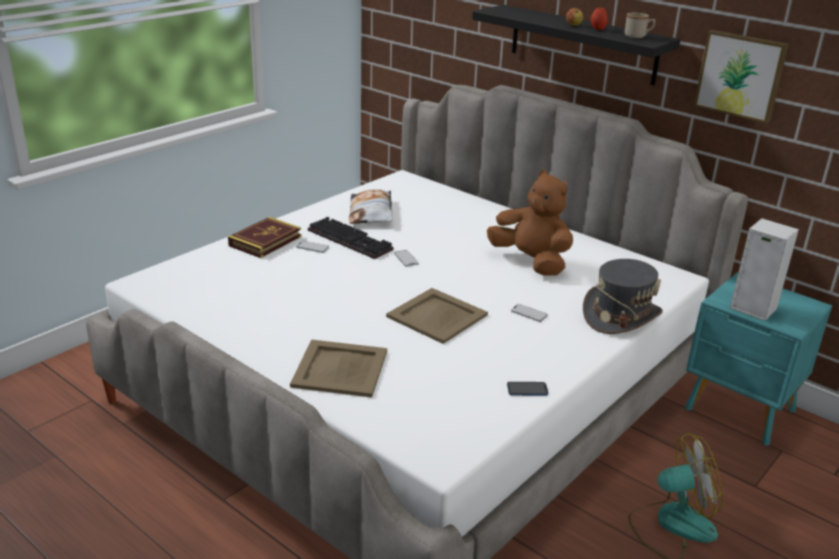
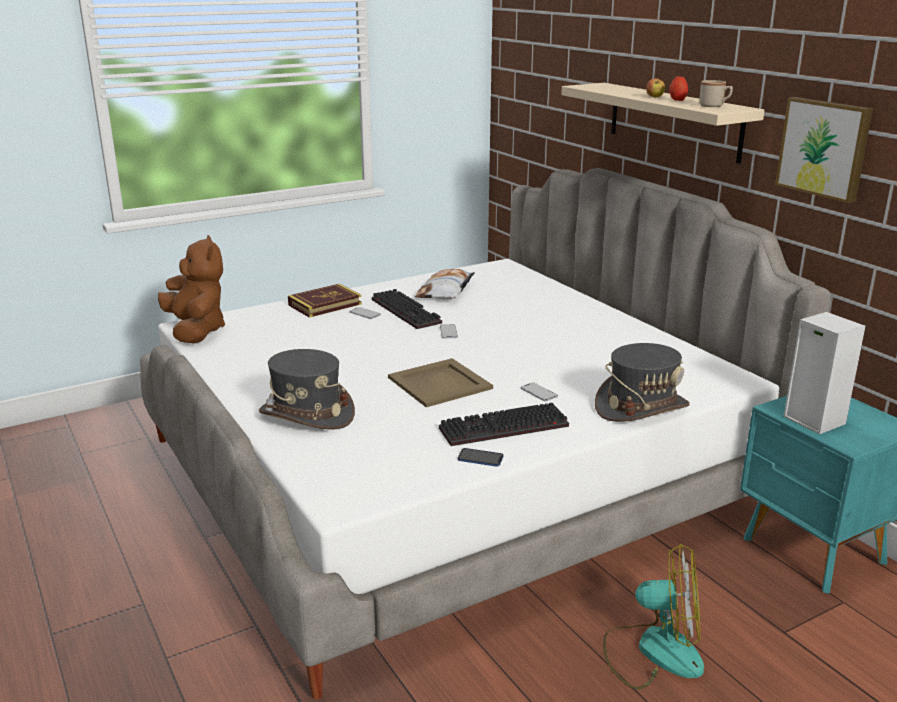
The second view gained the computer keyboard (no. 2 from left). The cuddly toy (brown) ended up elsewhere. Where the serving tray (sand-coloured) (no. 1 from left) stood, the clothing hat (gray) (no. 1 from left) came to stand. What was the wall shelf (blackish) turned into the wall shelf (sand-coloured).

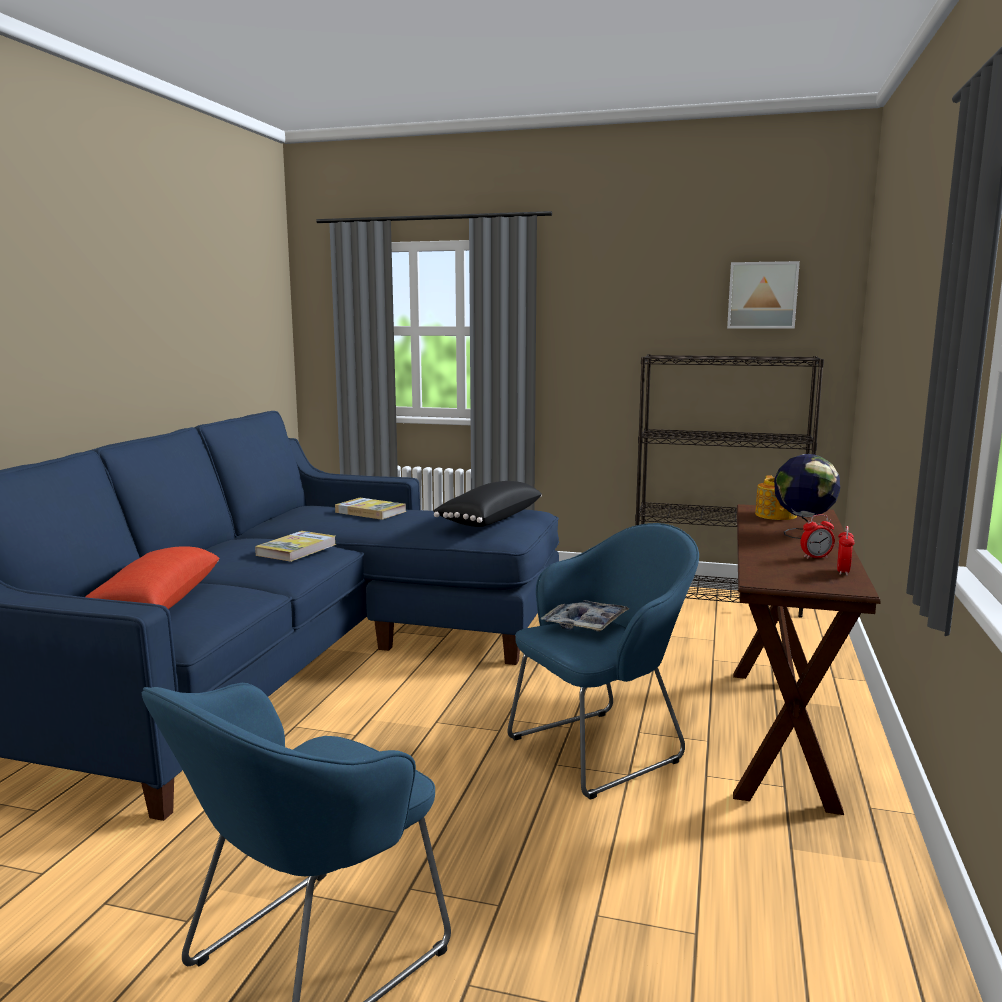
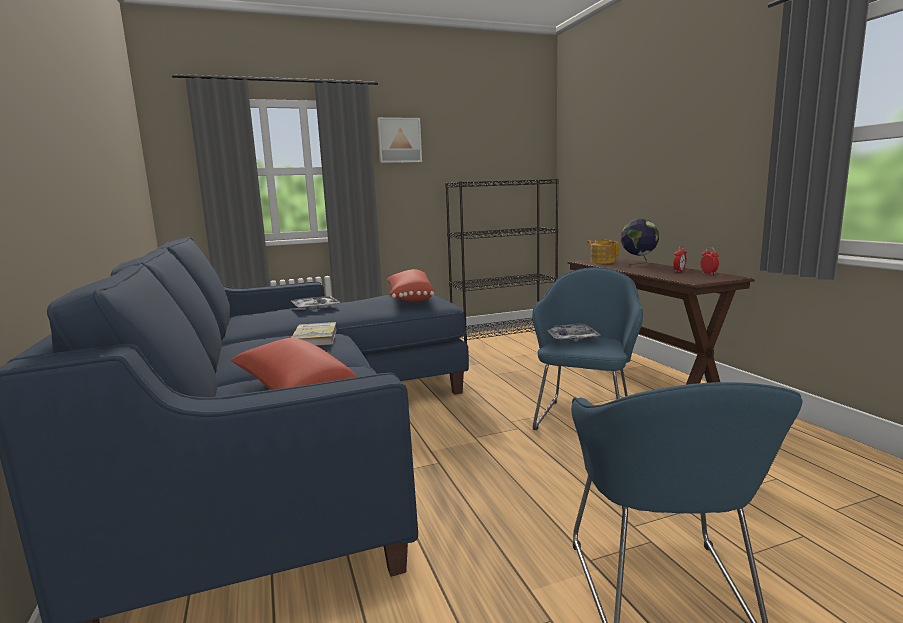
The wall picture ended up elsewhere. Where the book (no. 2 from left) stood, the serving tray (no. 1 from left) came to stand. What was the cushion (blackish) turned into the cushion (red) (no. 2 from left).

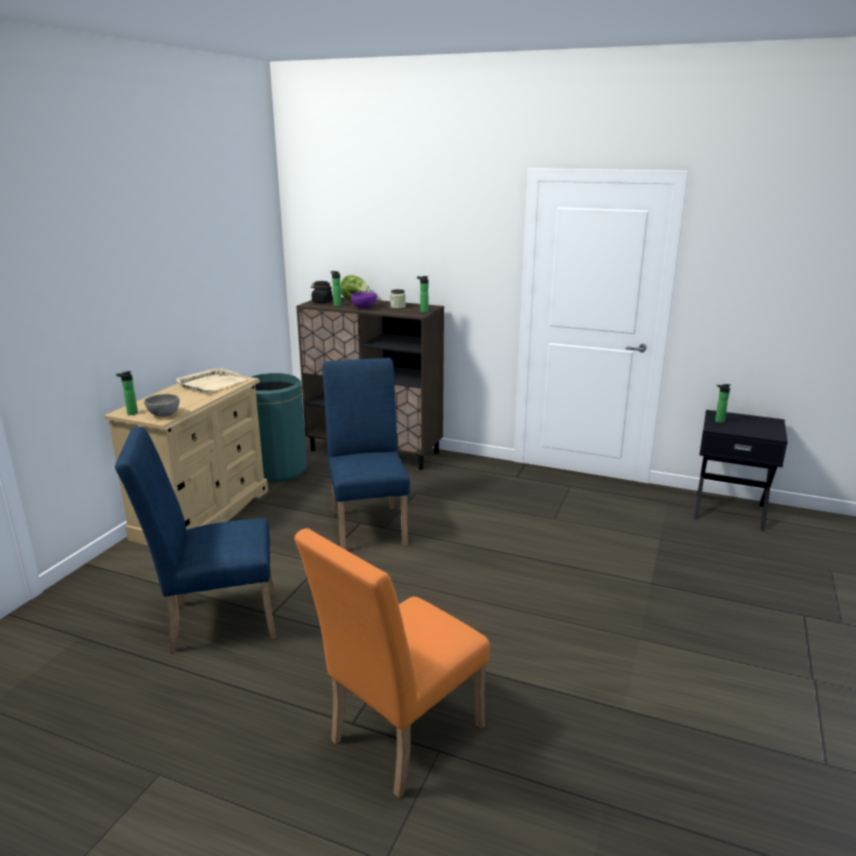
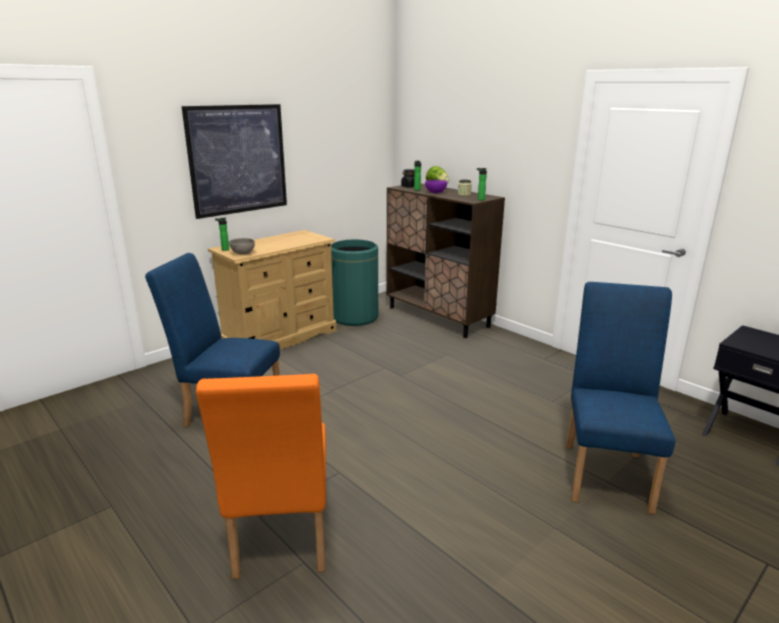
The second view lost the serving tray (sand-coloured). The second view lost the bottle (no. 4 from left). The second view gained the wall picture. The upright chair (bluish) (no. 2 from left) ended up elsewhere. The upright chair (orange-coloured) ended up facing another way, 75 degrees counterclockwise from before.

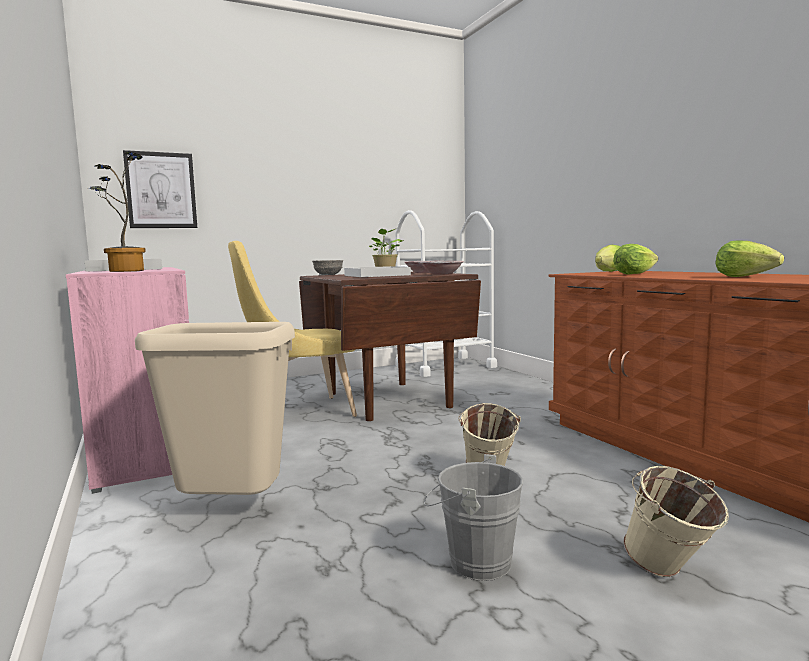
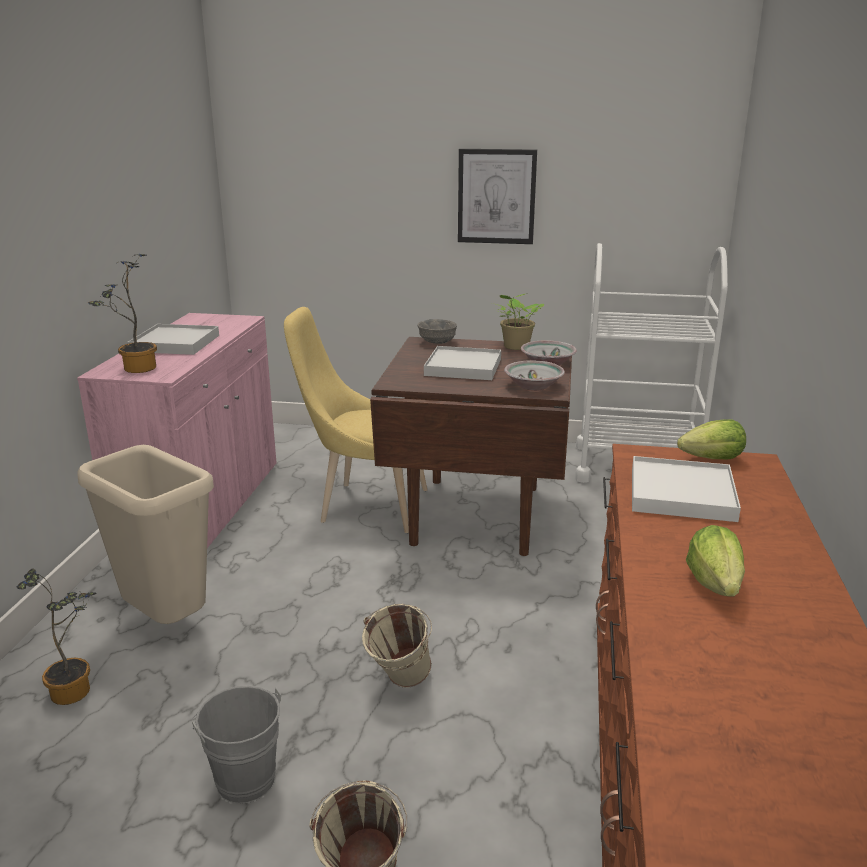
The second view gained the plant in a pot (no. 1 from left). The wall picture ended up elsewhere. Where the lettuce head (no. 2 from left) stood, the serving tray (white) (no. 3 from left) came to stand.

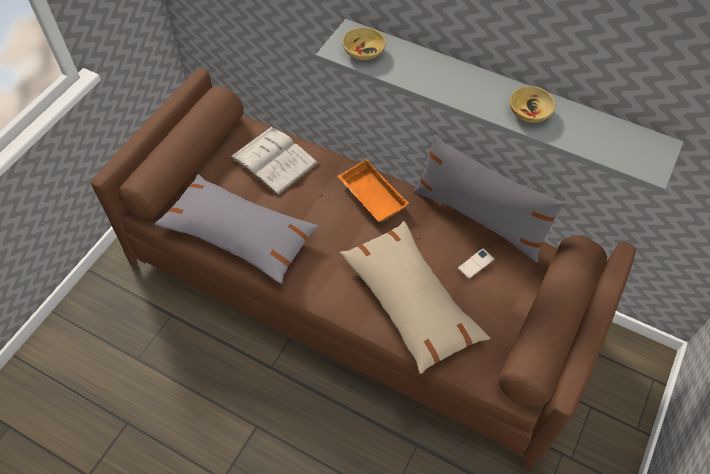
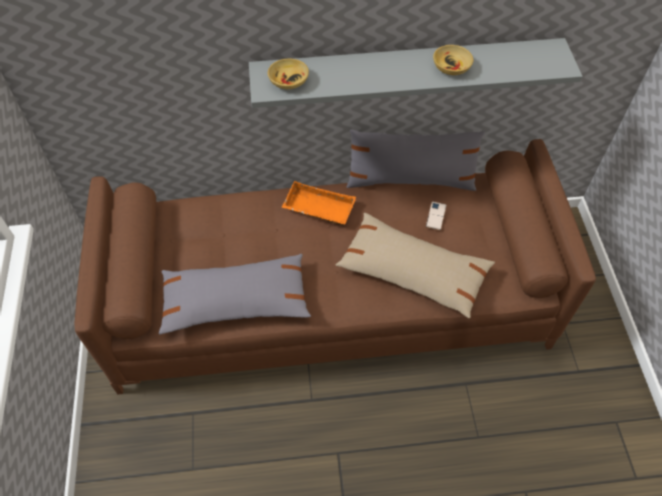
The second view lost the book (white).

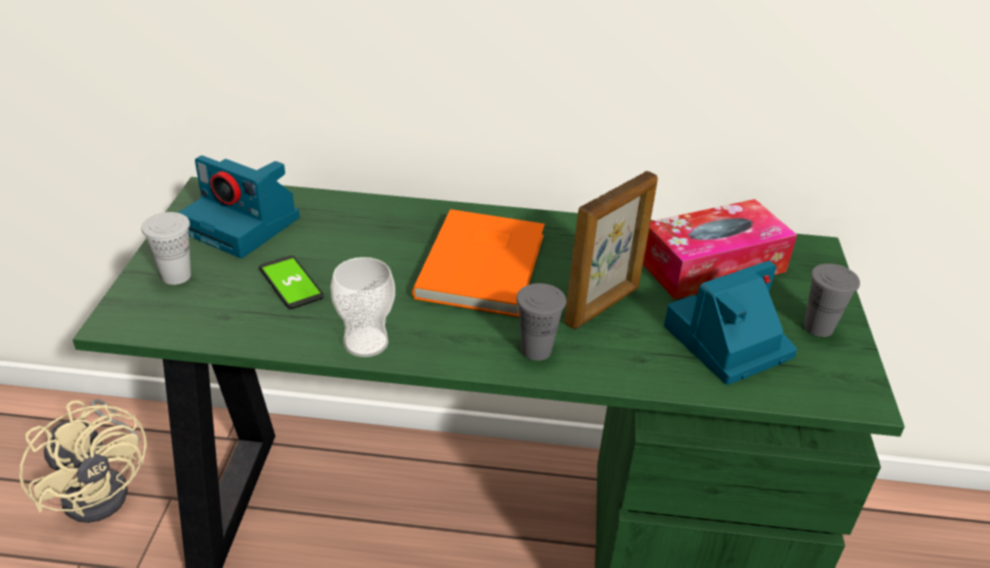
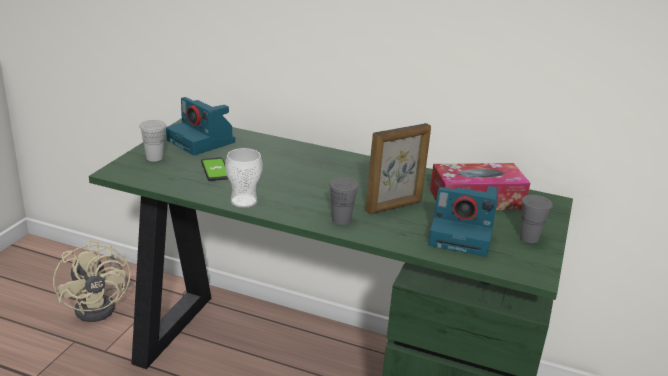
The second view lost the book (orange-coloured). The photo camera (no. 2 from left) ended up facing another way, 150 degrees counterclockwise from before.

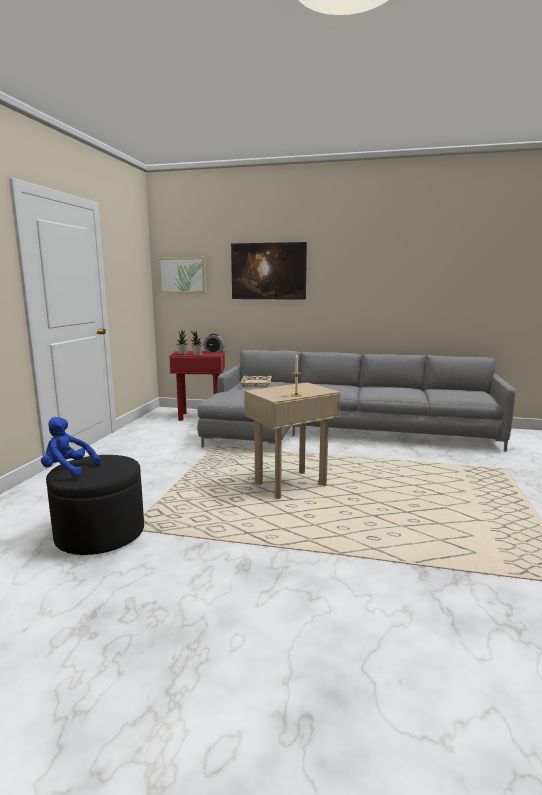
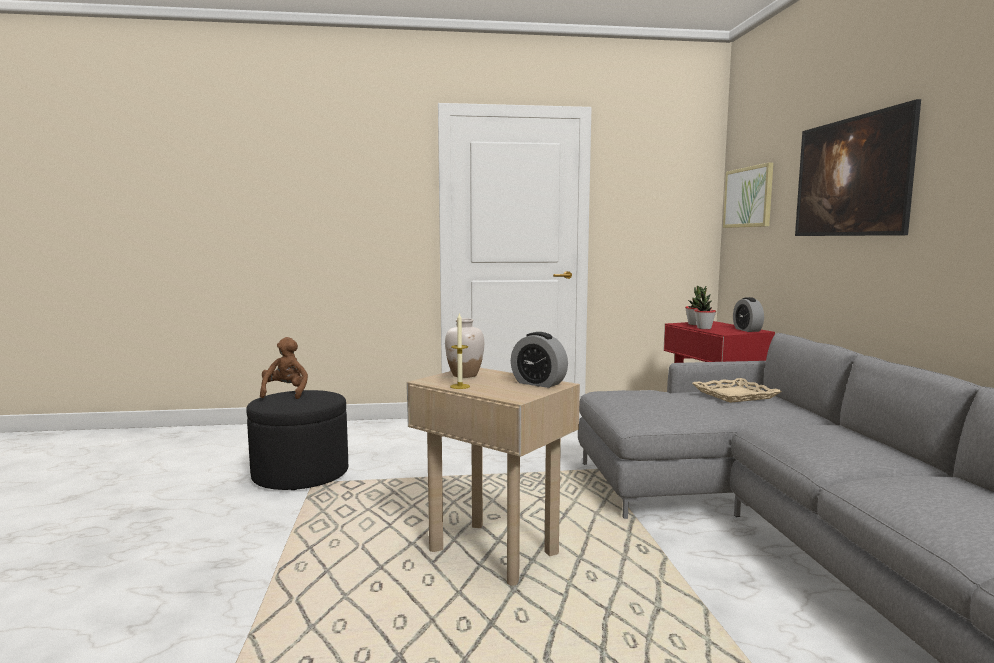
The second view gained the decorative vase (white). The second view gained the alarm clock (no. 1 from left). What was the cuddly toy (bluish) turned into the cuddly toy (brown).

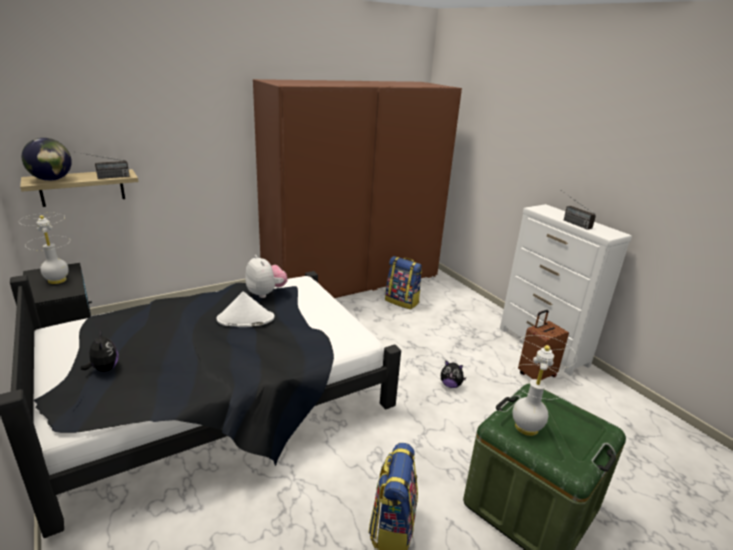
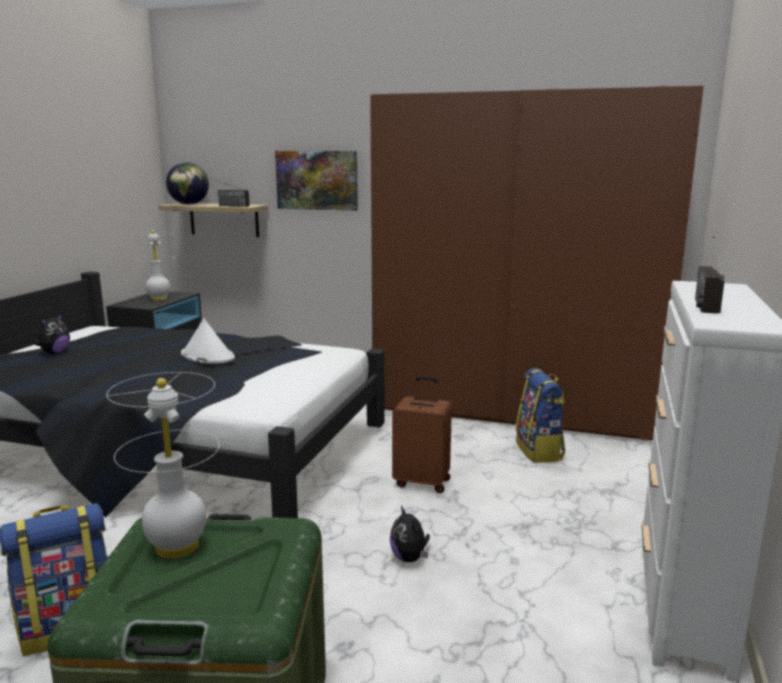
The second view lost the cuddly toy (no. 2 from left). The second view gained the wall picture. The suitcase (brown) ended up elsewhere.

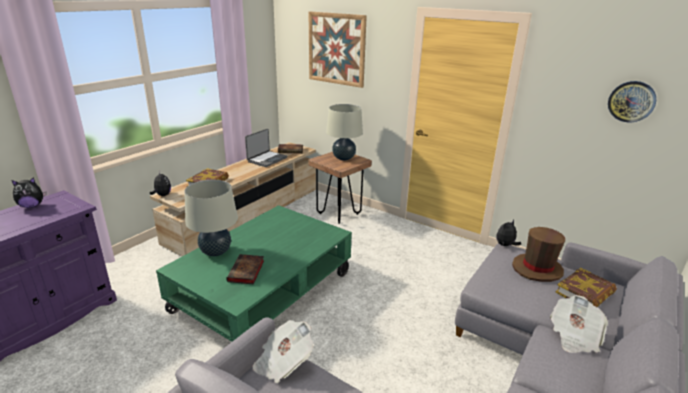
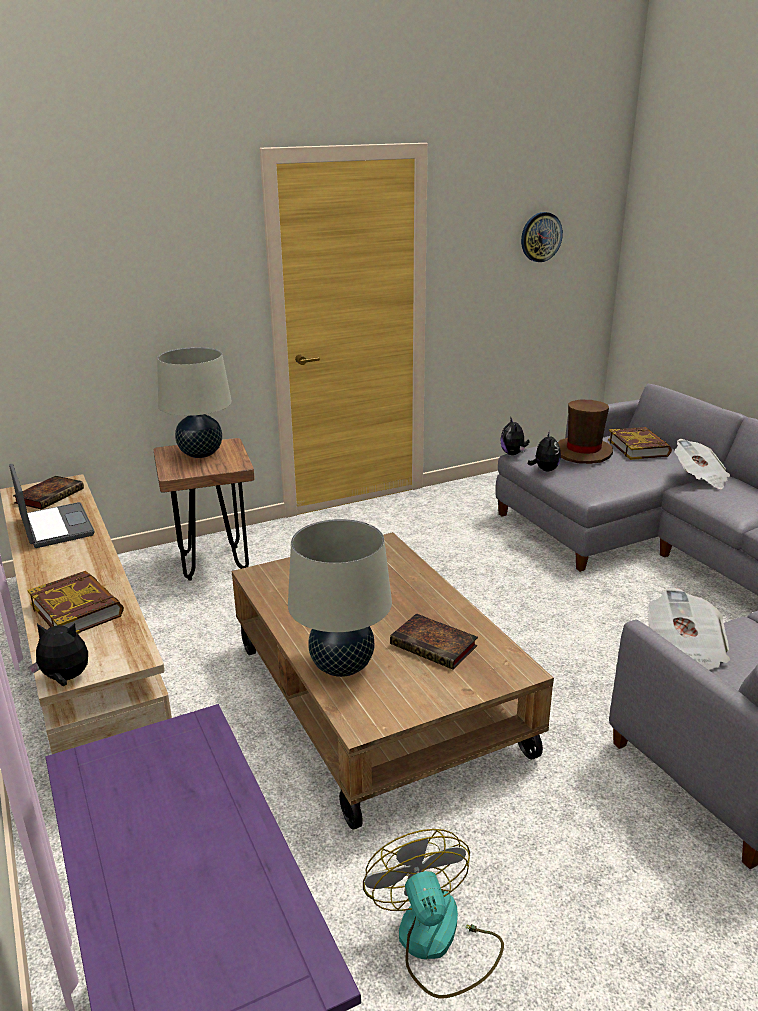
The second view lost the wall picture. The second view gained the cooling fan. The cuddly toy (no. 1 from left in the first image) ended up elsewhere. What was the lounge table (green-coloured) turned into the lounge table (brown).

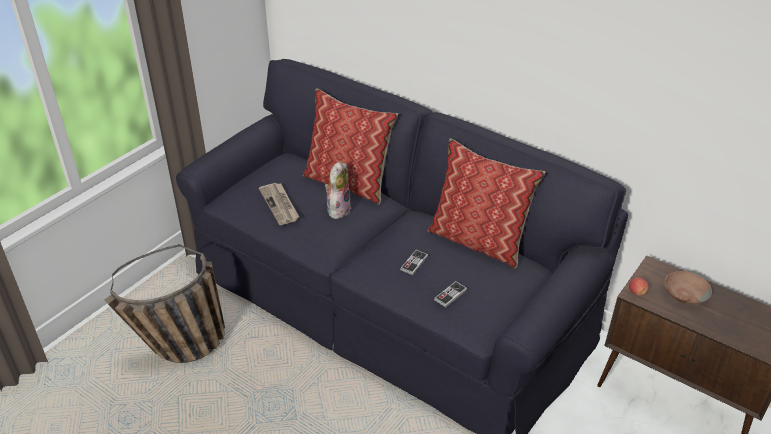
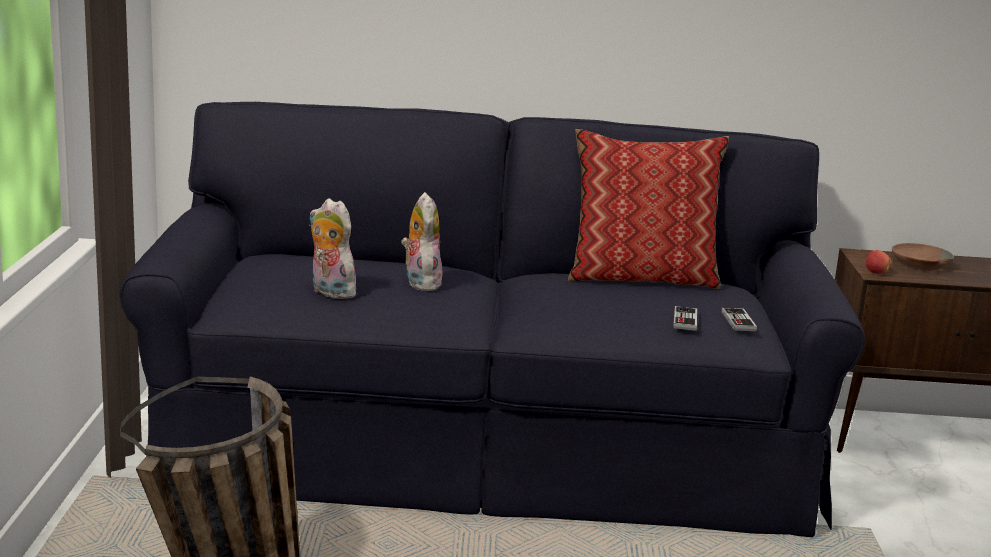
The second view lost the cushion (no. 1 from left). The gamepad (no. 1 from left in the first image) ended up elsewhere. Where the newspaper stood, the cuddly toy (no. 1 from left) came to stand.

